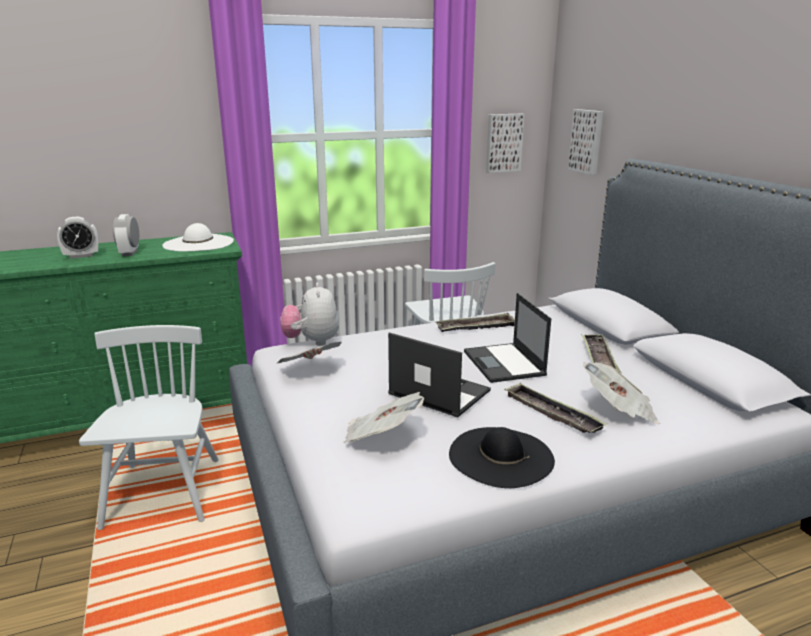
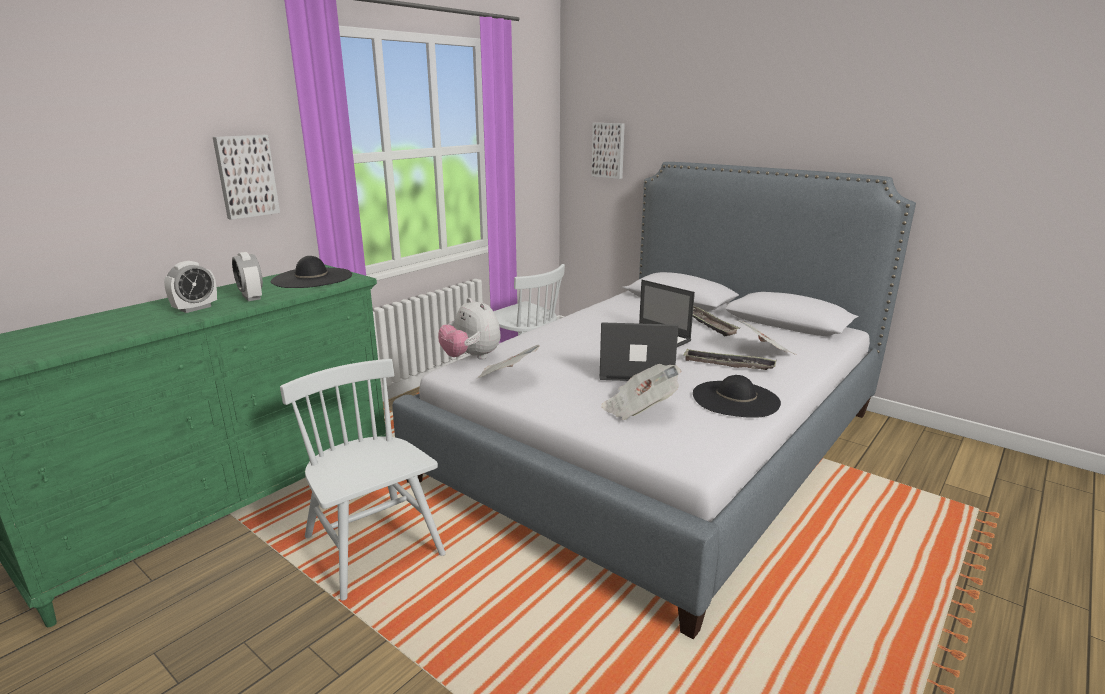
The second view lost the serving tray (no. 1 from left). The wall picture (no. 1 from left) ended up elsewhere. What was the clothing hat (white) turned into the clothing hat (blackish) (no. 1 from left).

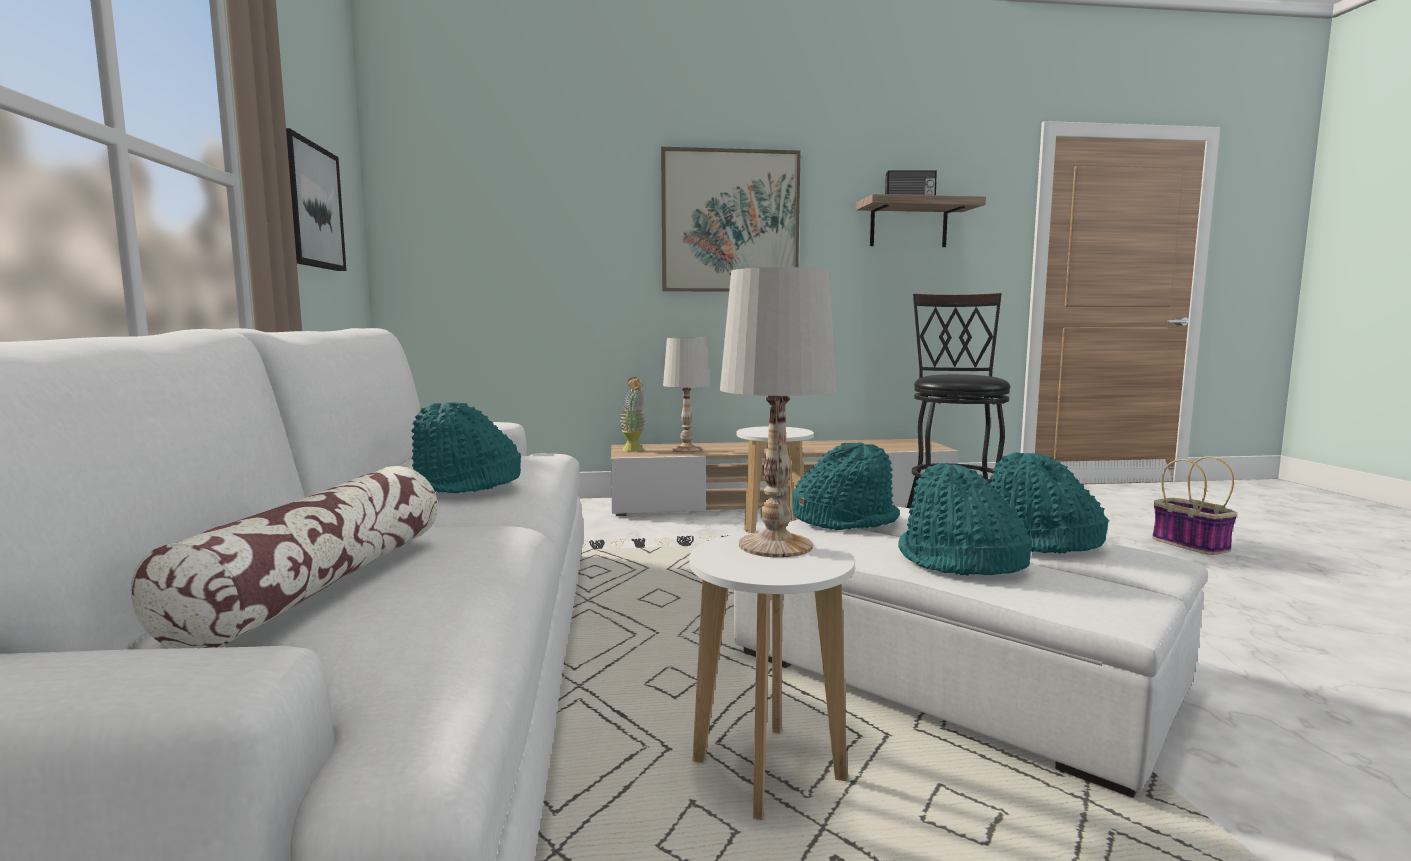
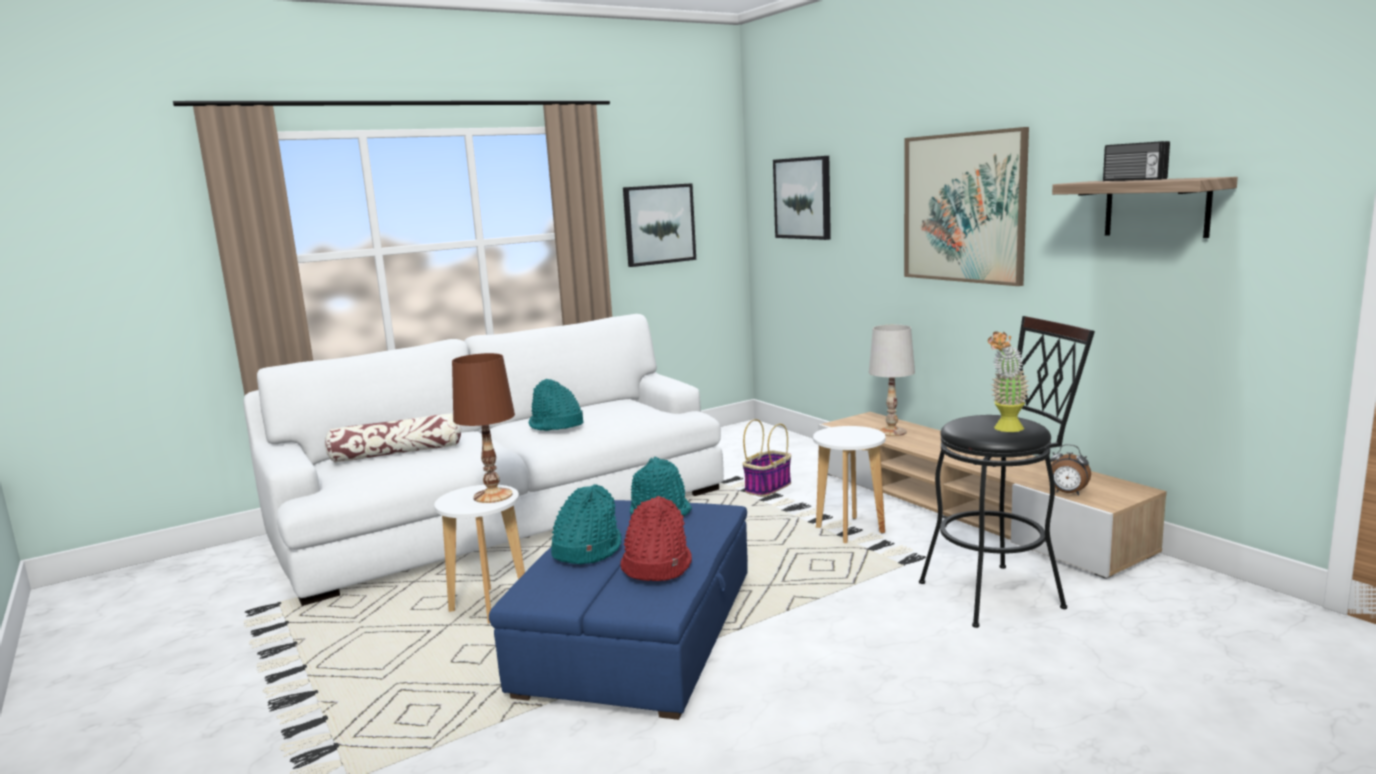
The second view gained the wall picture (no. 2 from left). The second view gained the alarm clock. The plant in a pot ended up elsewhere. The household basket ended up elsewhere. What was the table lamp (white) (no. 2 from left) turned into the table lamp (brown). What was the pouffe (white) turned into the pouffe (bluish). What was the clothing hat (blue-green) (no. 4 from left) turned into the clothing hat (red).

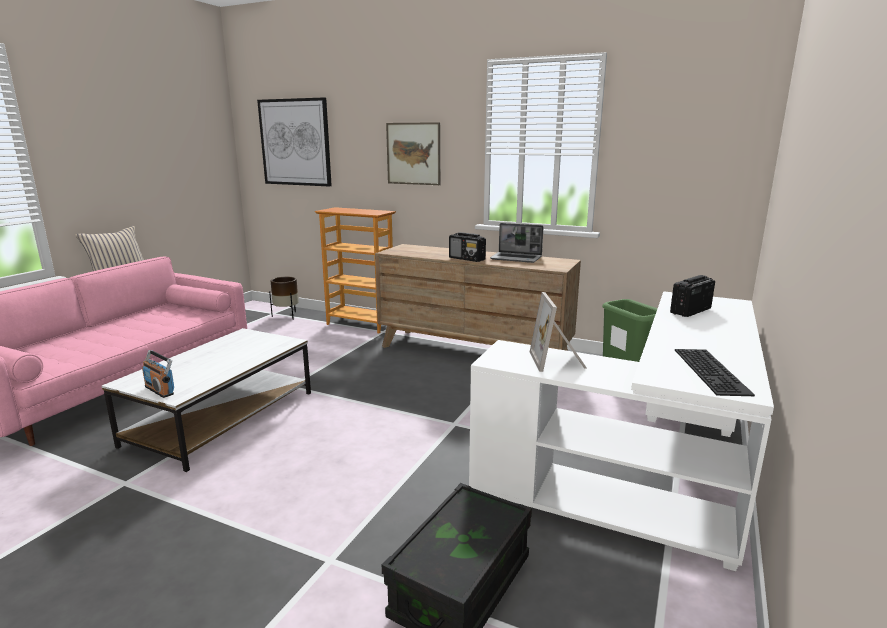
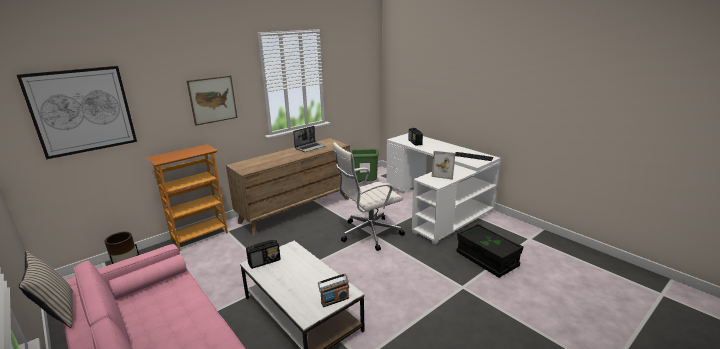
The second view gained the desk chair (white). The radio receiver (no. 2 from left in the first image) ended up elsewhere.

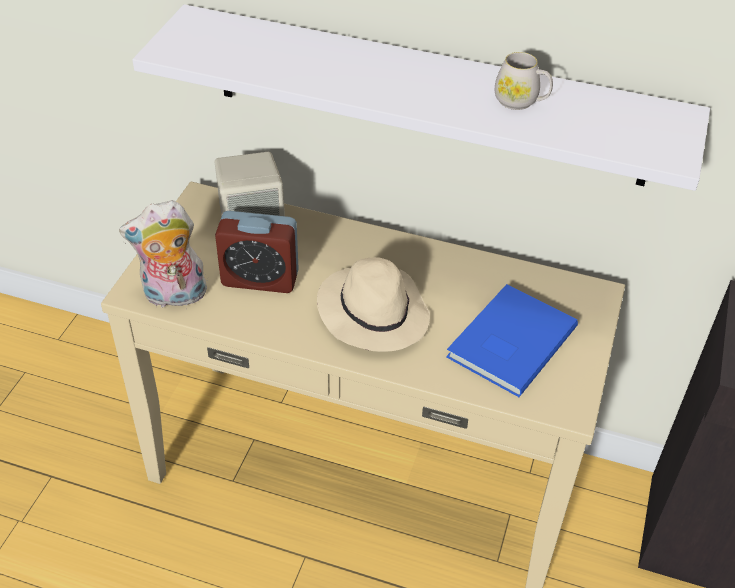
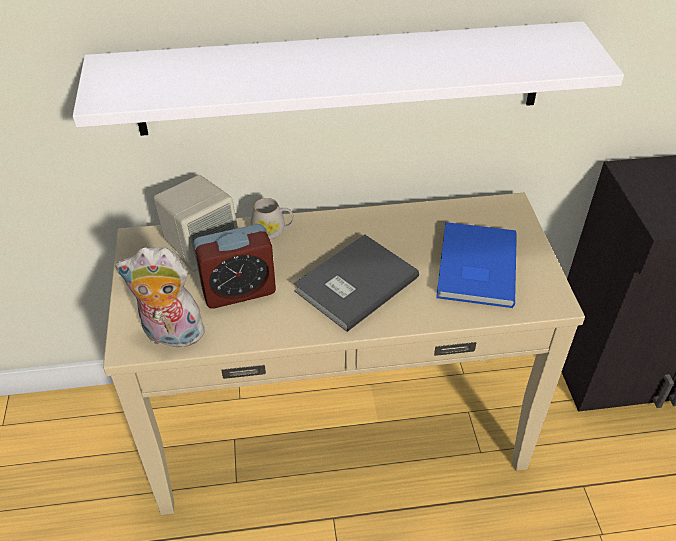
The mug (white) ended up elsewhere. Where the clothing hat (sand-coloured) stood, the book (gray) came to stand. The cuddly toy ended up facing another way, 45 degrees clockwise from before.

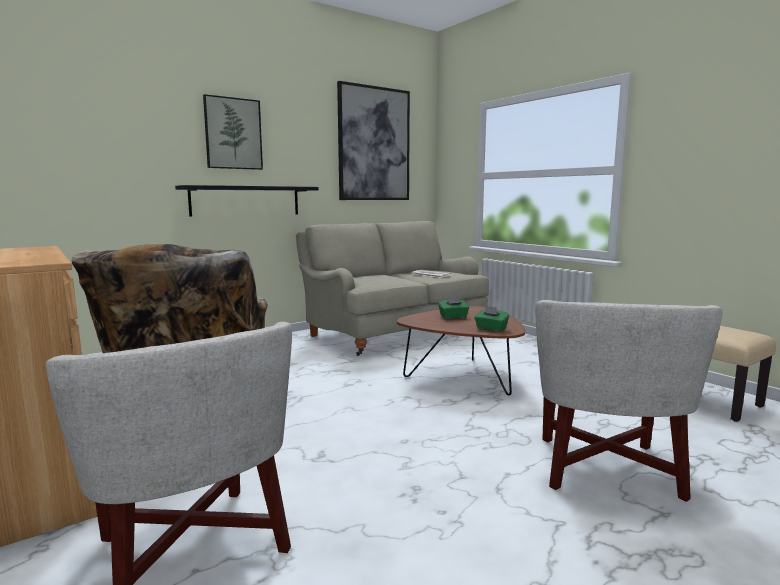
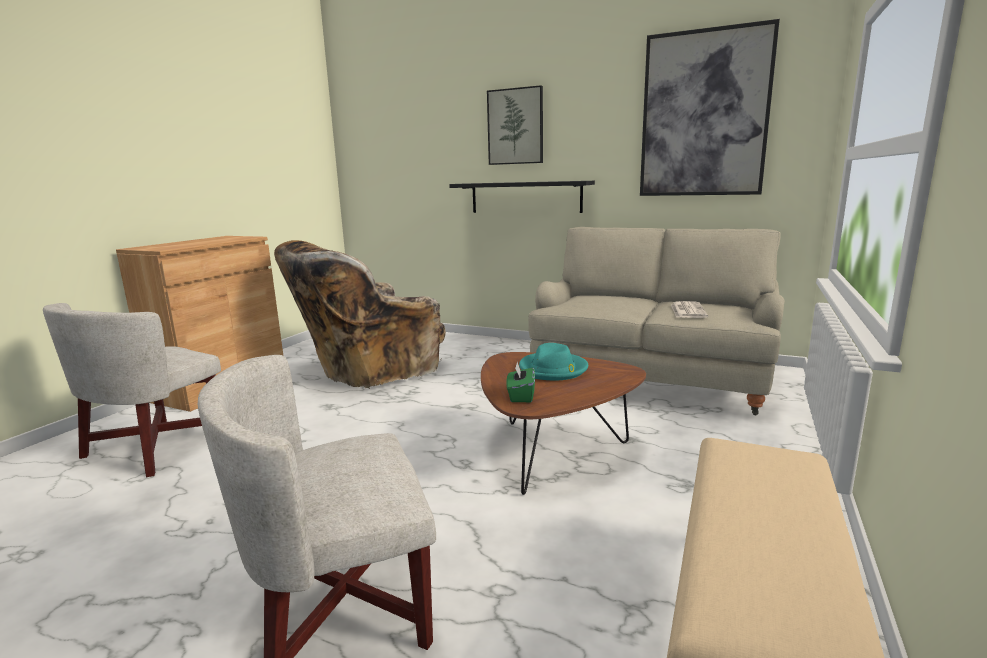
Where the tissue holder (green-coloured) (no. 1 from left) stood, the clothing hat (blue-green) came to stand.

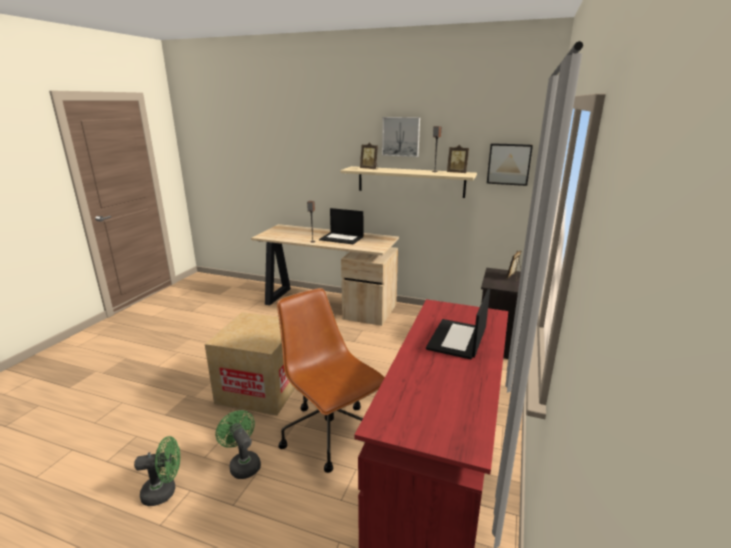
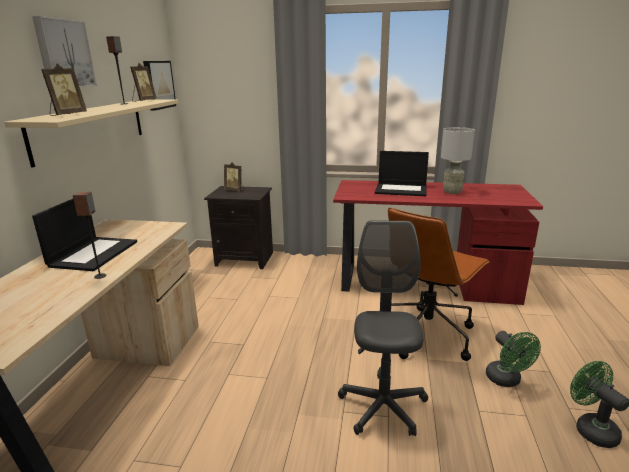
The second view gained the table lamp (gray). Where the cardboard box stood, the desk chair (gray) came to stand. The cooling fan (green-coloured) (no. 2 from left in the first image) ended up facing another way, 60 degrees counterclockwise from before.

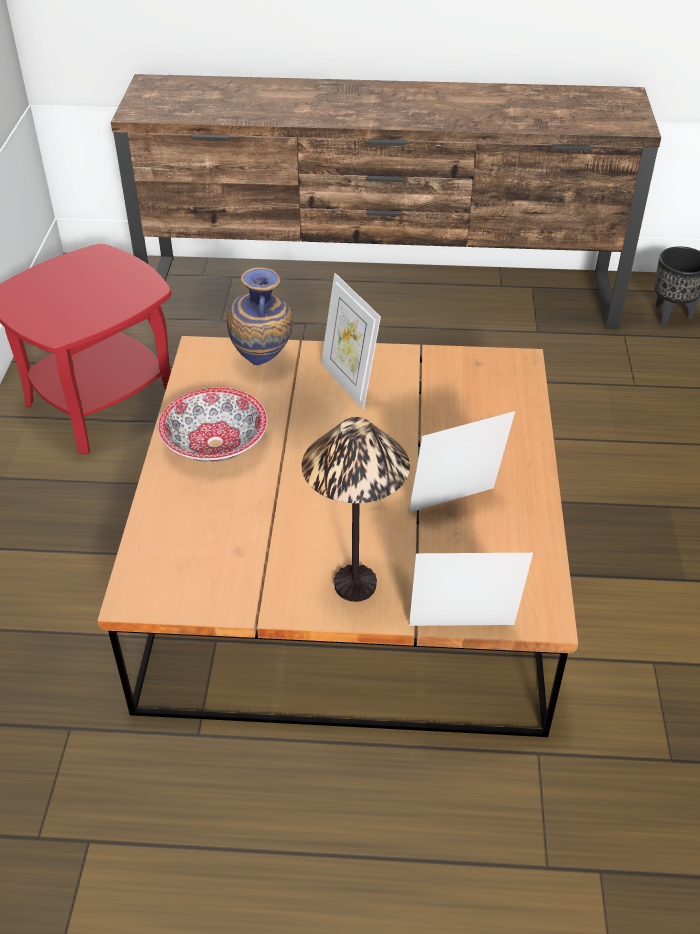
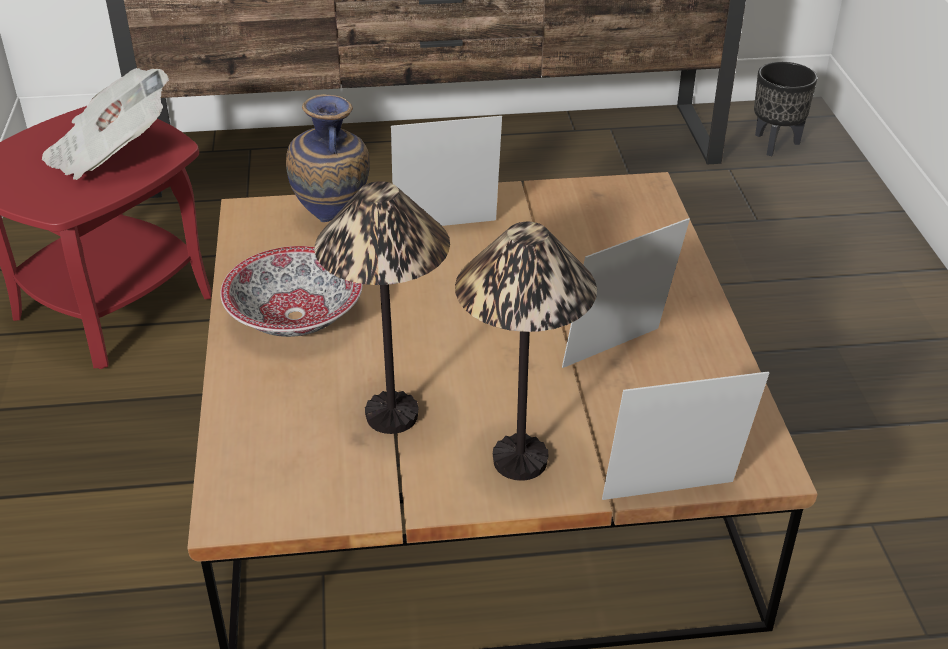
The second view gained the newspaper. The second view gained the table lamp (no. 1 from left). The photo frame (no. 1 from left) ended up facing another way, 120 degrees clockwise from before.

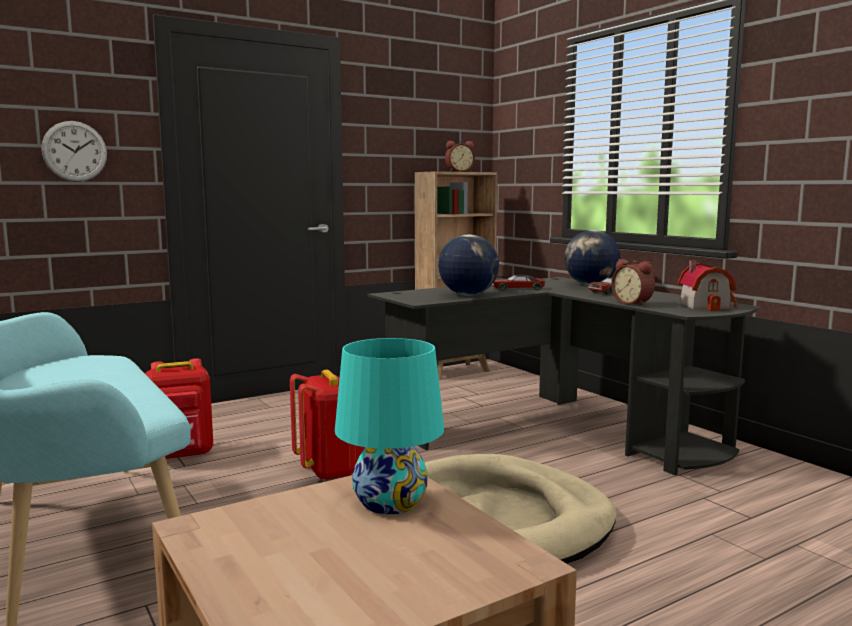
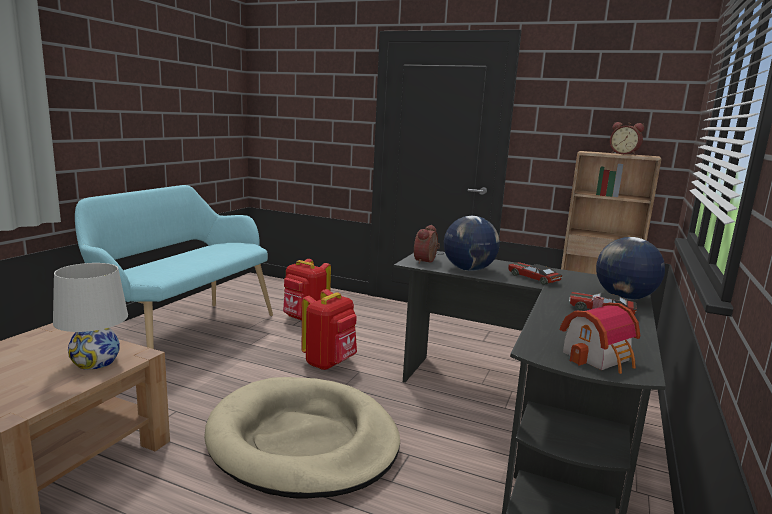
The second view lost the wall clock. The alarm clock (no. 2 from left in the first image) ended up elsewhere. What was the table lamp (blue-green) turned into the table lamp (white).

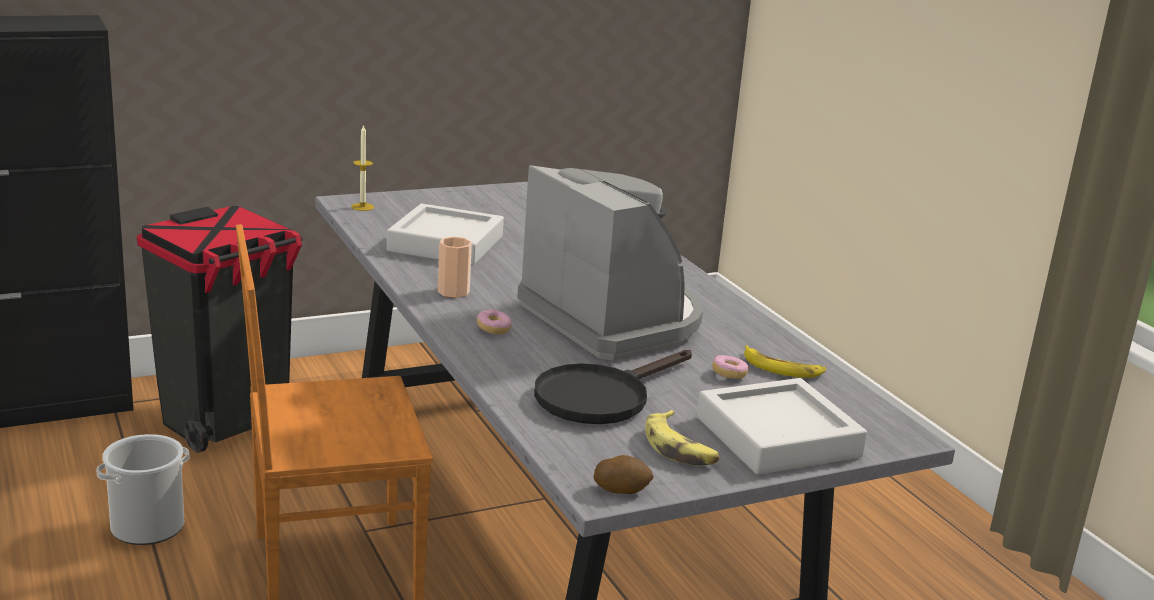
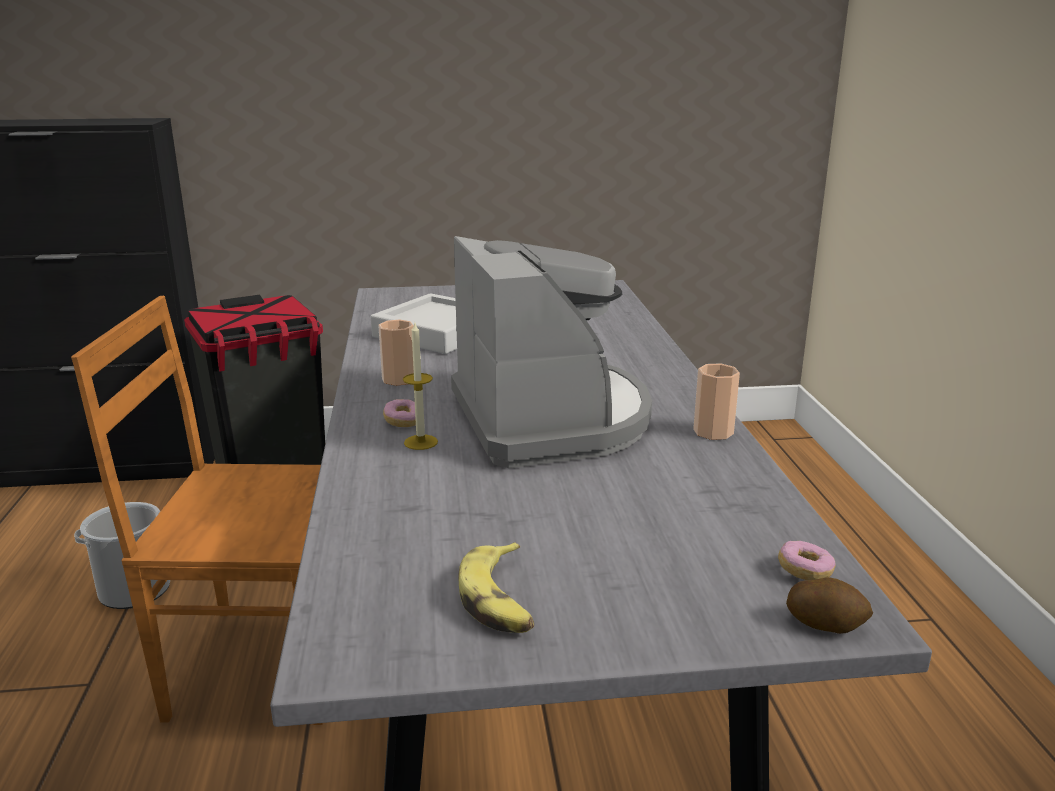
The second view lost the frying pan (blackish). The second view lost the serving tray (gray) (no. 2 from left). The second view lost the banana (no. 2 from left). The second view gained the drinking cup (no. 2 from left). The candle ended up elsewhere. The spud ended up elsewhere. The ring doughnut (no. 2 from left) ended up elsewhere.

